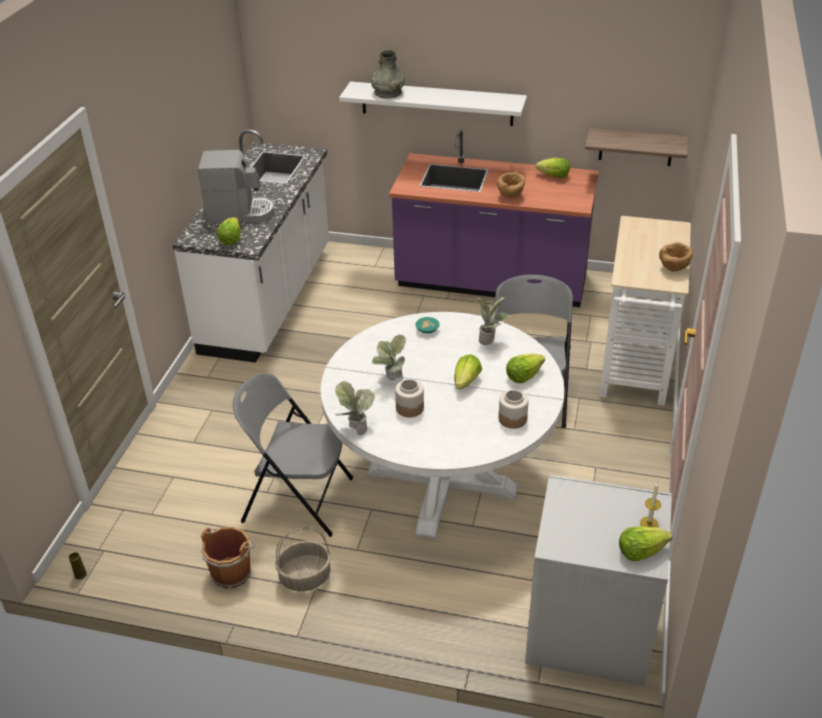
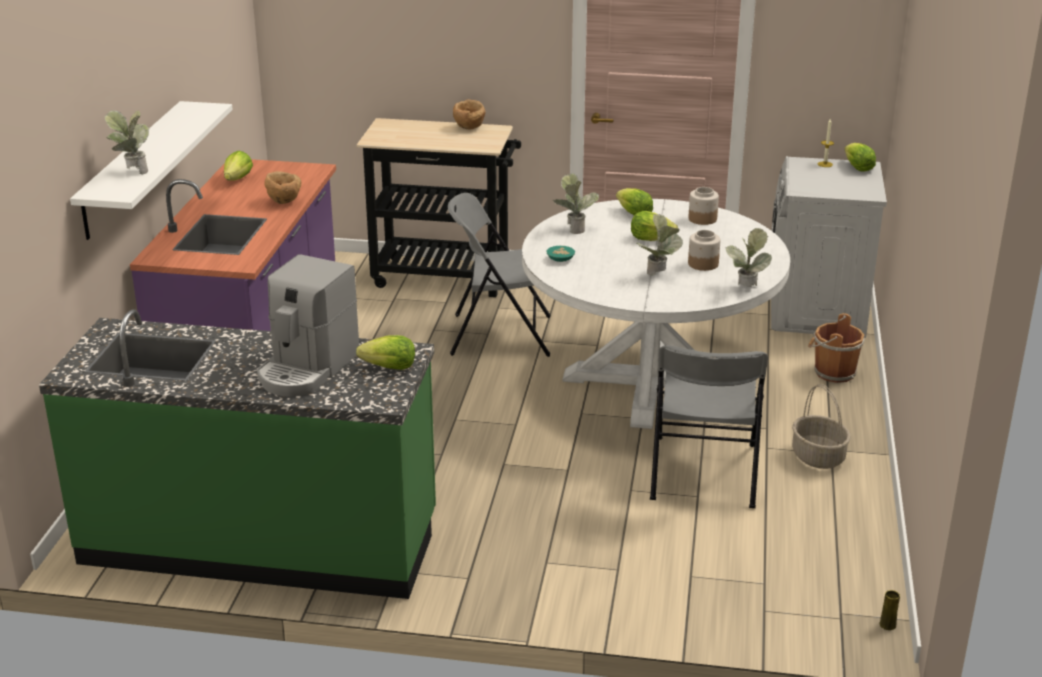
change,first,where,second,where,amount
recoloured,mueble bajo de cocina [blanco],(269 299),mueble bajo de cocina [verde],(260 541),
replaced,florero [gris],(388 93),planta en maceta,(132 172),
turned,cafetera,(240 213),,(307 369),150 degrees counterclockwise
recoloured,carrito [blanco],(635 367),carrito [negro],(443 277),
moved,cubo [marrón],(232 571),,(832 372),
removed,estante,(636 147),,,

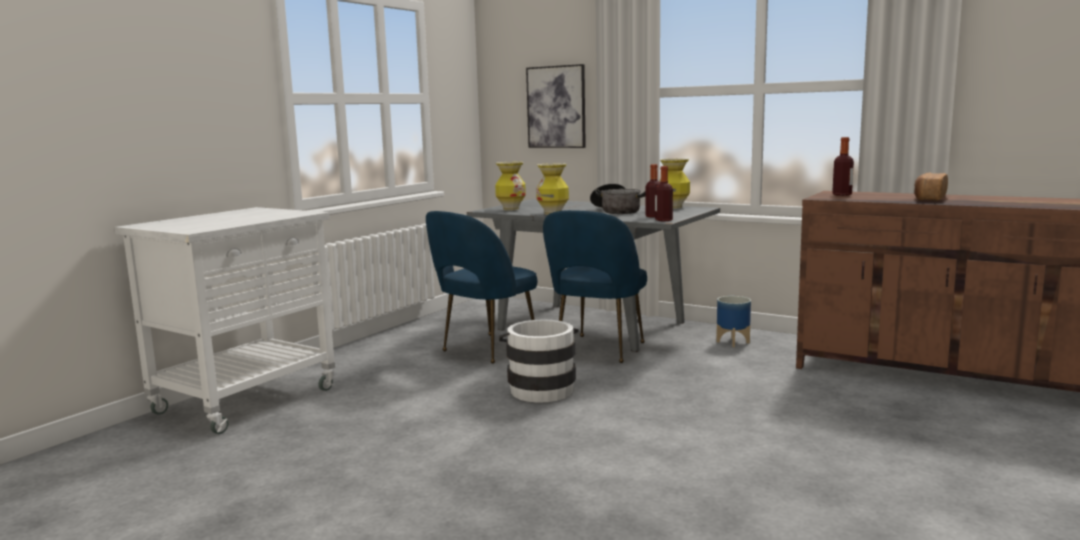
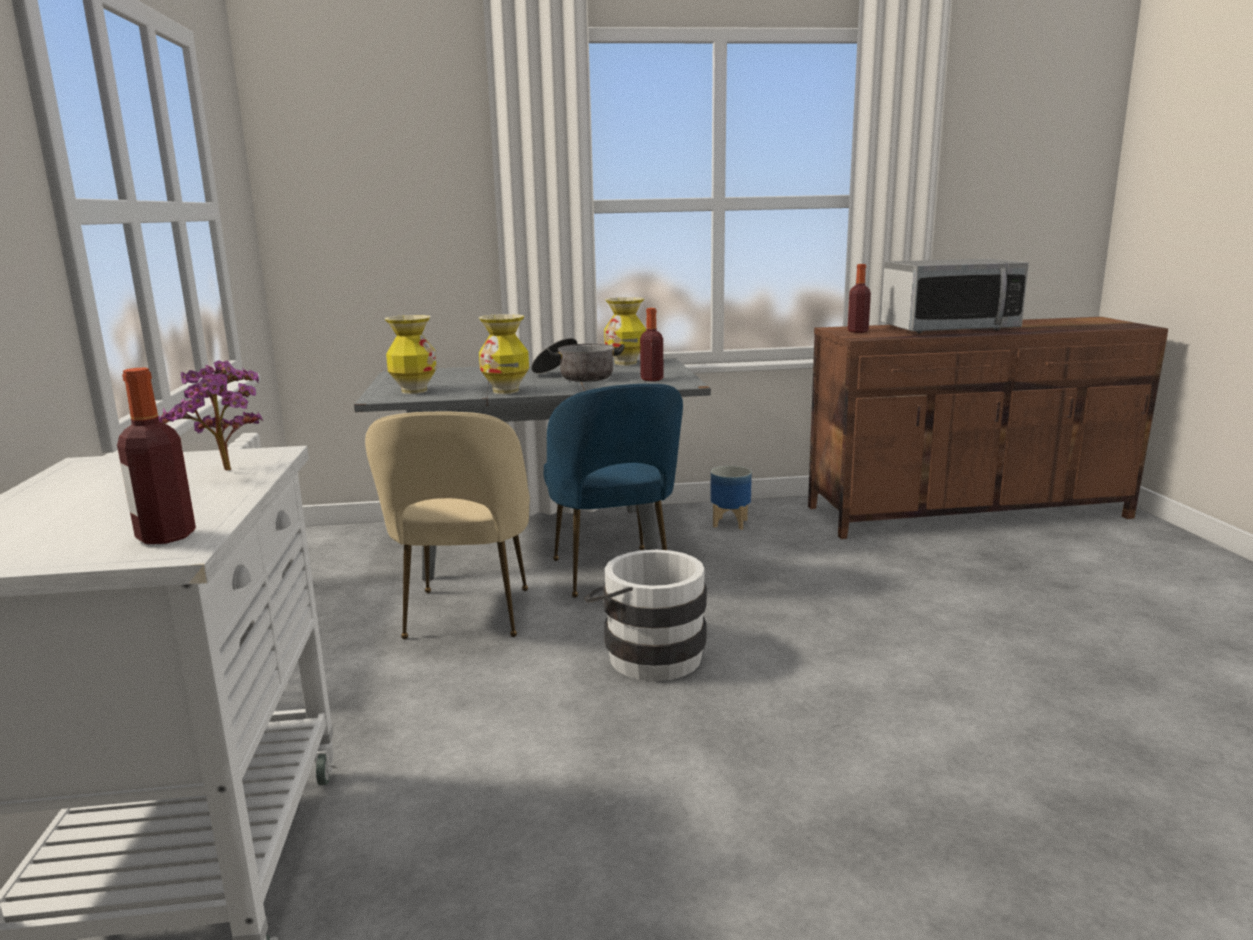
change,first,where,second,where,amount
moved,botella,(663 220),,(166 536),
added,,,planta en maceta,(228 472),
recoloured,silla [azul],(485 350),silla [beis],(465 619),
replaced,pan,(929 198),microondas,(948 329),
removed,cuadro,(556 107),,,

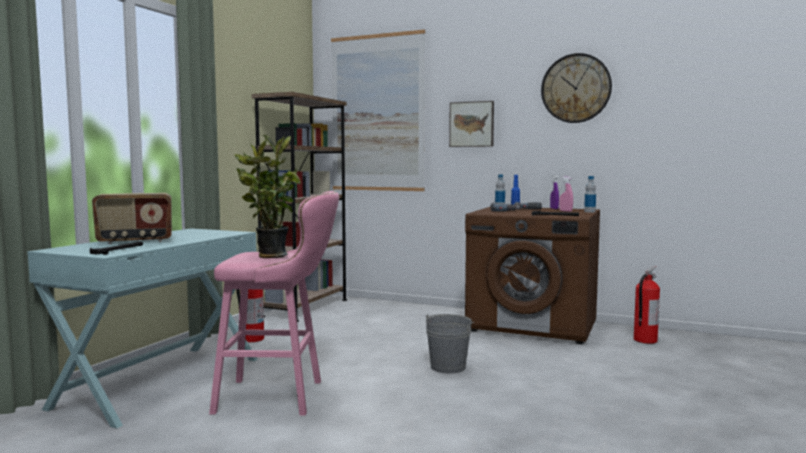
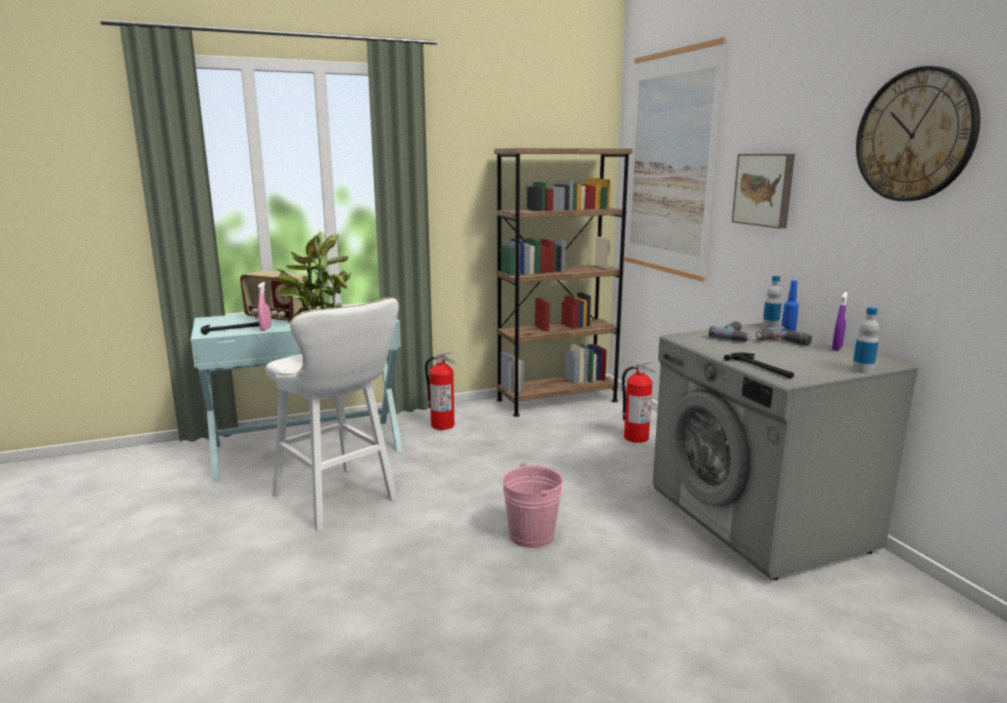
change,first,where,second,where,amount
moved,pulverizador [rosa],(565 211),,(266 329),
recoloured,taburete [rosa],(283 397),taburete [blanco],(341 502),
recoloured,cubo [gris],(448 367),cubo [rosa],(531 535),
moved,extintor,(644 340),,(635 438),
recoloured,lavadora [marrón],(533 328),lavadora [gris],(757 523),

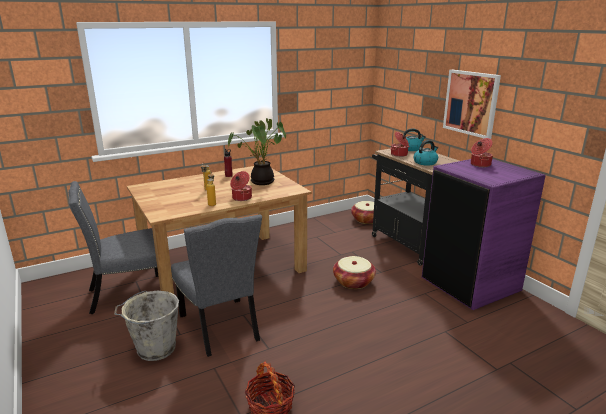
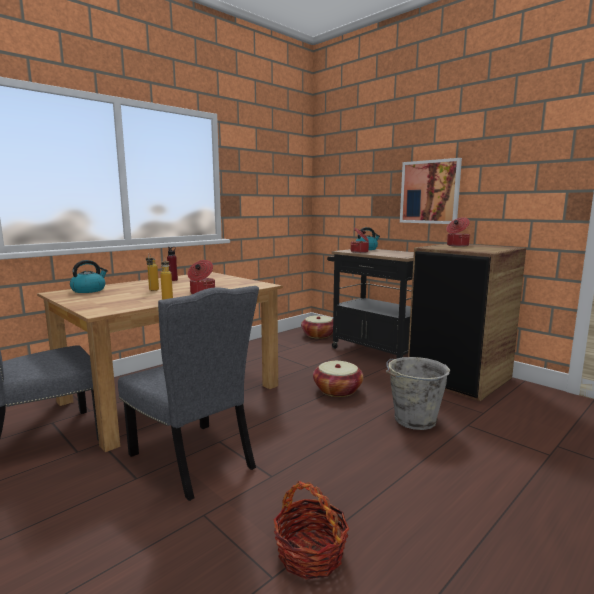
change,first,where,second,where,amount
moved,hervidor,(425 162),,(89 290),
moved,cubo [gris],(154 349),,(413 420),
recoloured,armario [morado],(470 284),armario [marrón],(459 378),
removed,planta en maceta,(260 182),,,

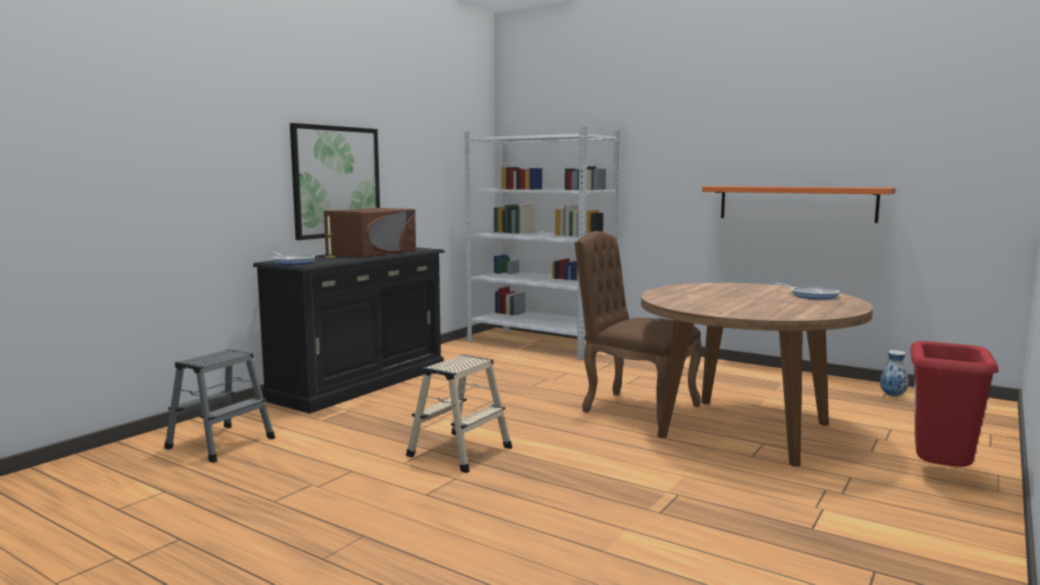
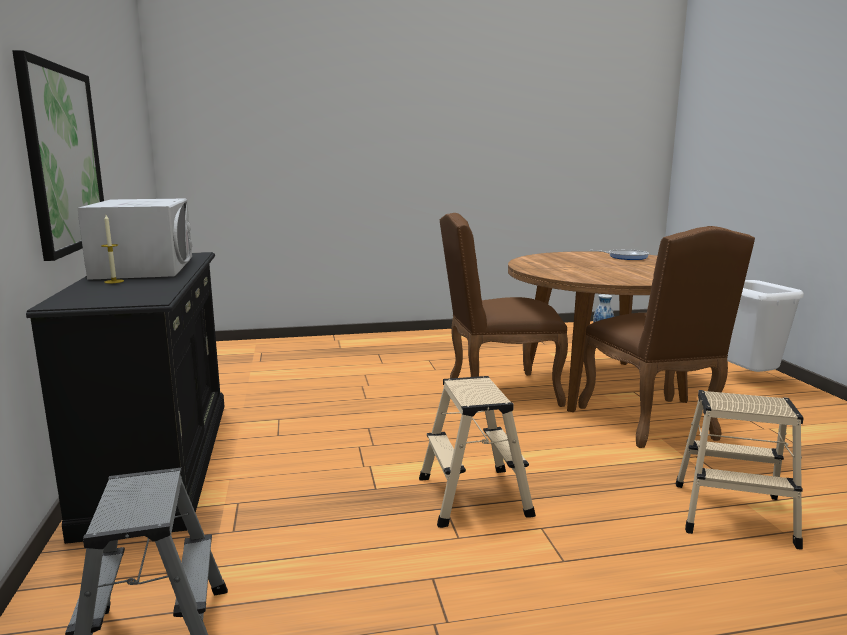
change,first,where,second,where,amount
recoloured,microondas [marrón],(372 252),microondas [blanco],(144 267),
added,,,silla [marrón],(652 423),
added,,,escalera de tijera [beis],(732 513),
recoloured,papelera [rojo],(940 476),papelera [blanco],(748 380),
removed,sartén,(293 262),,,
removed,estantería [blanco],(540 343),,,
removed,estante [naranja],(796 203),,,

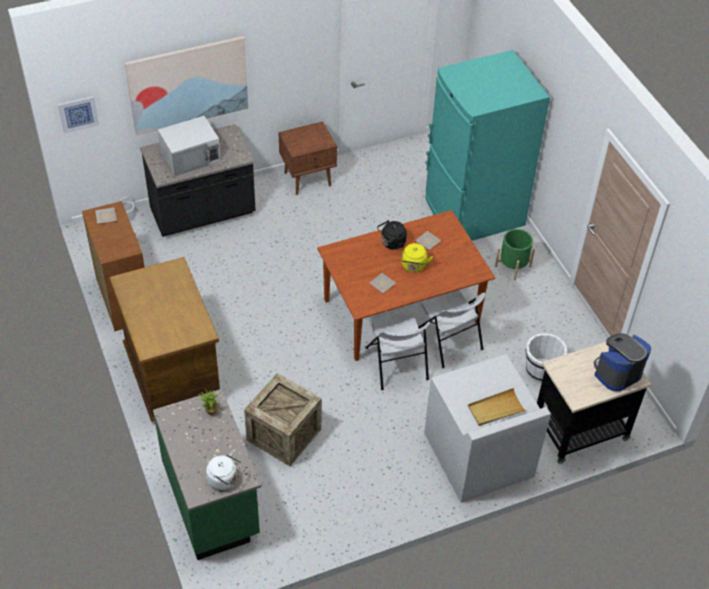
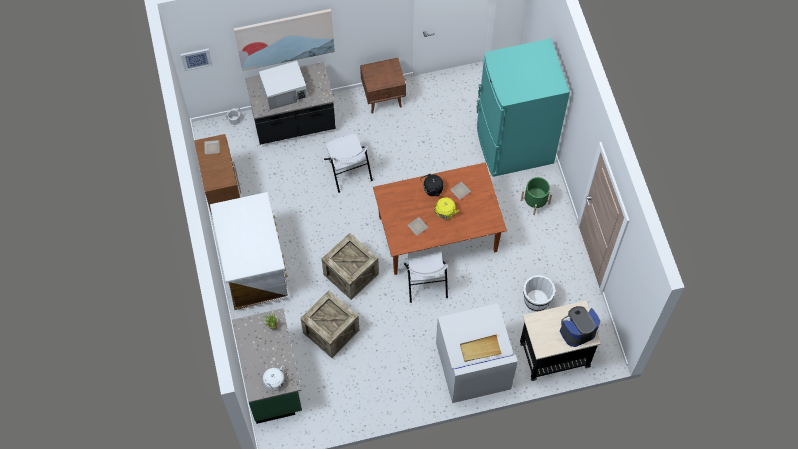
change,first,where,second,where,amount
recoloured,cómoda [marrón],(172 372),cómoda [blanco],(254 268),
added,,,caja de embalaje,(351 274),
moved,silla [blanco],(447 340),,(348 170),

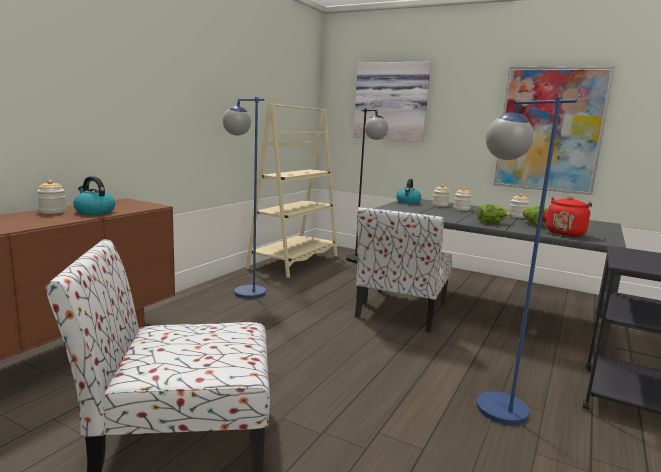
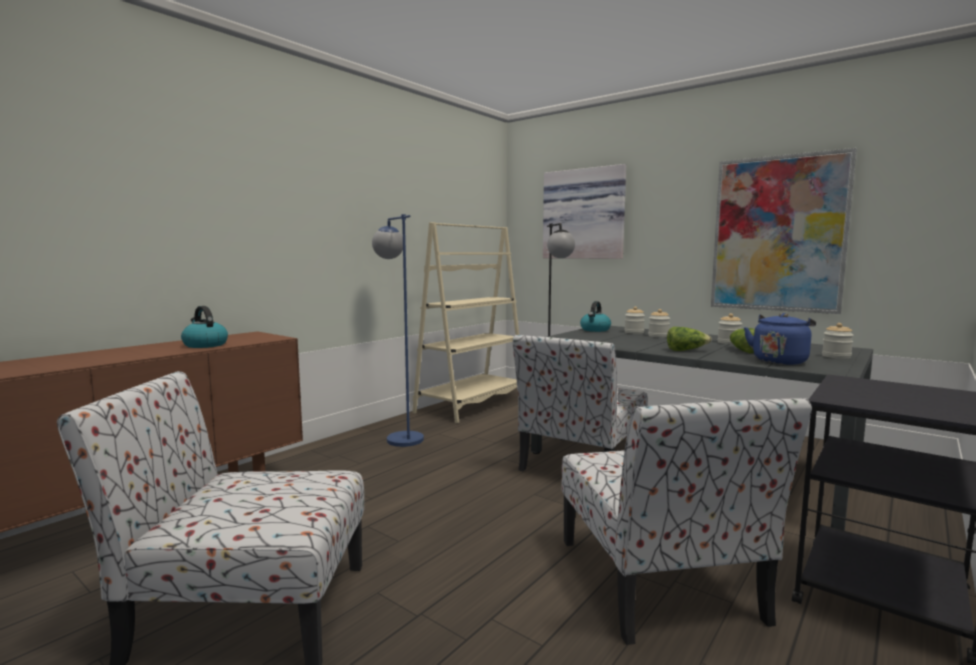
change,first,where,second,where,amount
replaced,lámpara de pie [azul],(490 399),silla,(659 582),
recoloured,hervidor [rojo],(564 233),hervidor [azul],(780 361),
moved,tarro,(52 211),,(836 356),

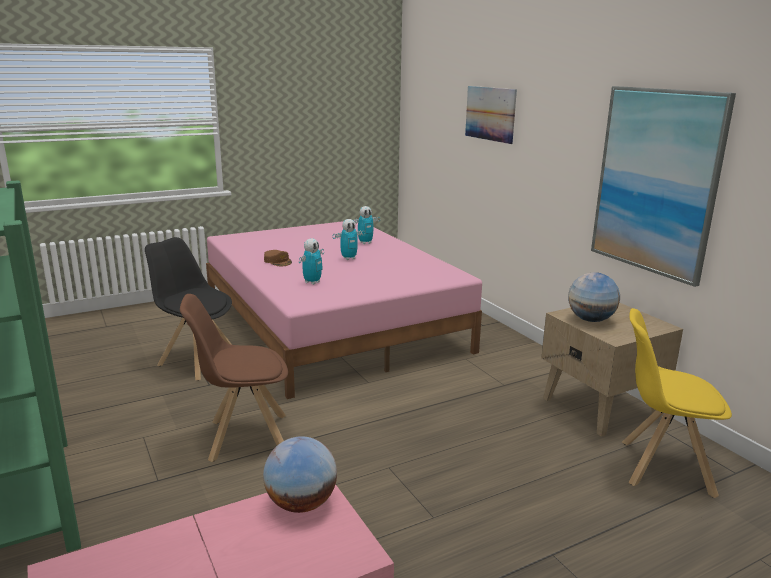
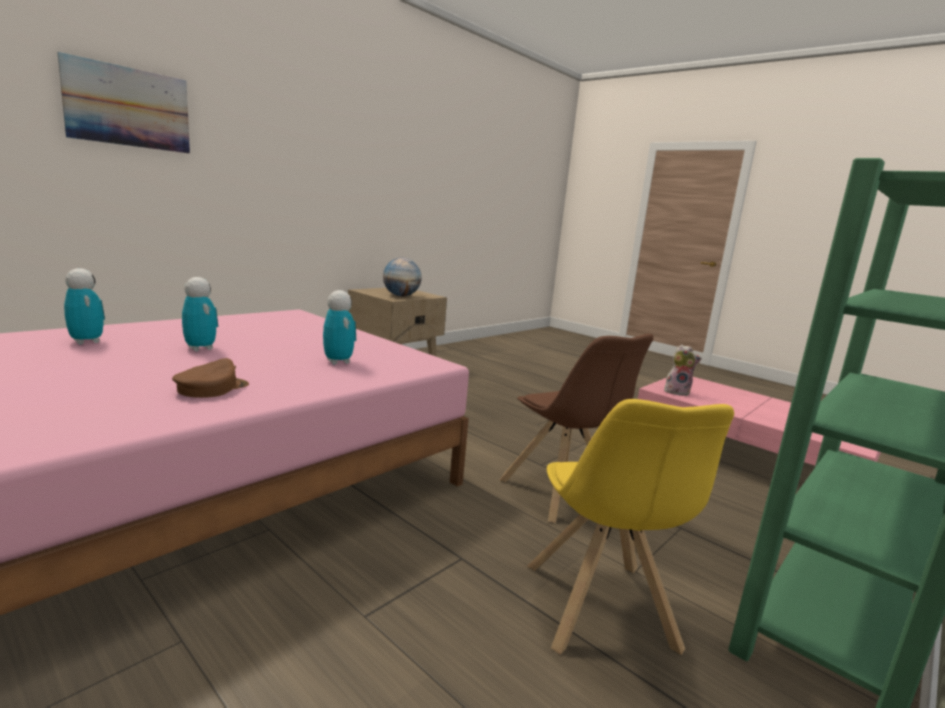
change,first,where,second,where,amount
turned,robot de juguete,(312 282),,(338 362),45 degrees clockwise
moved,silla [amarillo],(661 467),,(601 611),
replaced,globo terráqueo,(301 503),peluche,(677 392),
removed,silla [negro],(197 361),,,
removed,cuadro,(656 182),,,

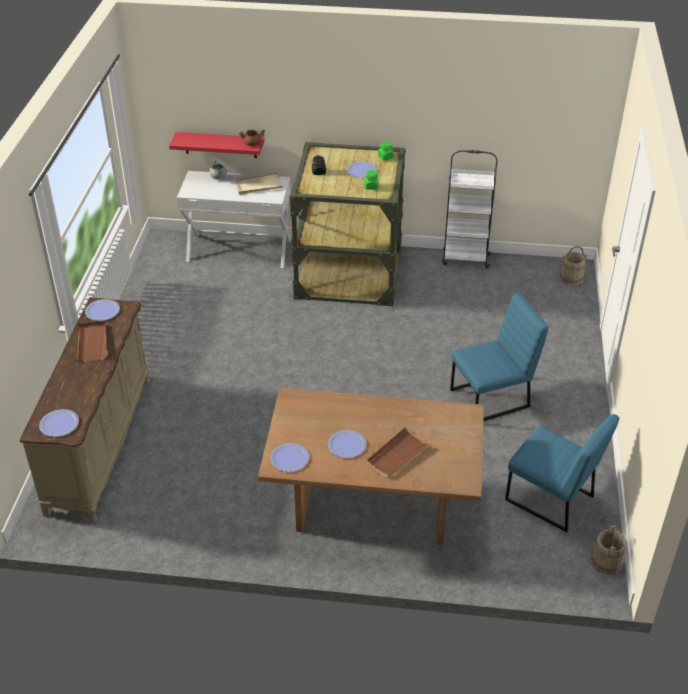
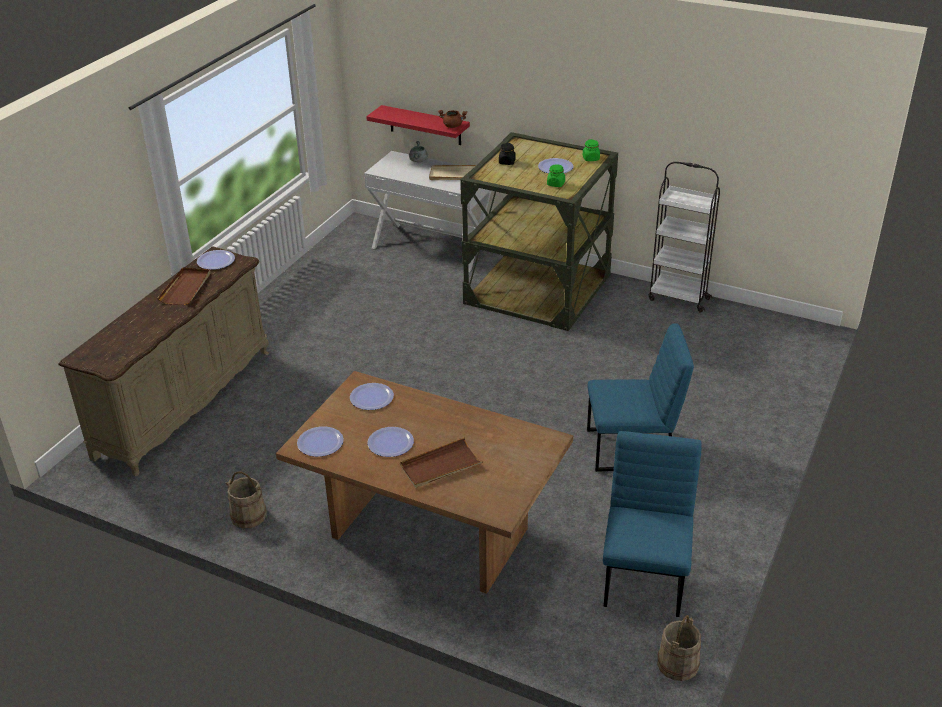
change,first,where,second,where,amount
moved,cubo [beis],(571 278),,(248 515),
moved,plato,(59 424),,(371 397),
turned,silla [azul],(551 499),,(645 576),135 degrees counterclockwise

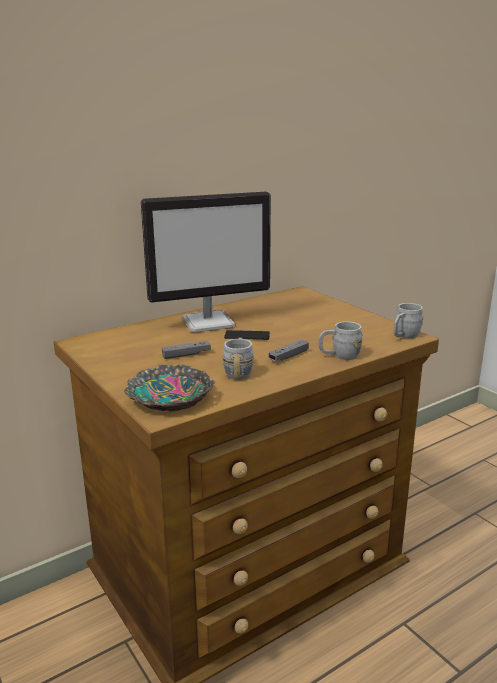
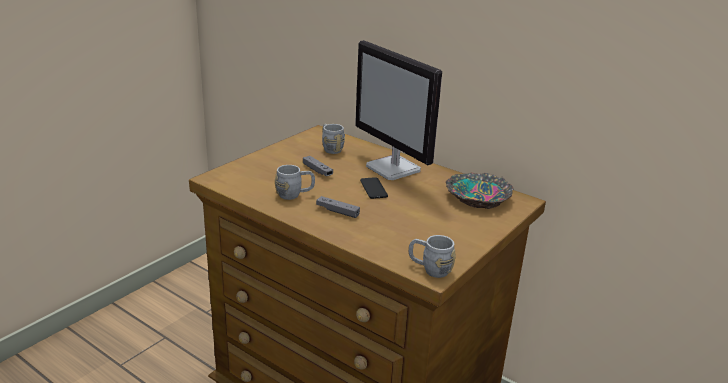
change,first,where,second,where,amount
moved,taza grande [gris],(339 356),,(330 148),
moved,cuenco,(169 397),,(477 196),

